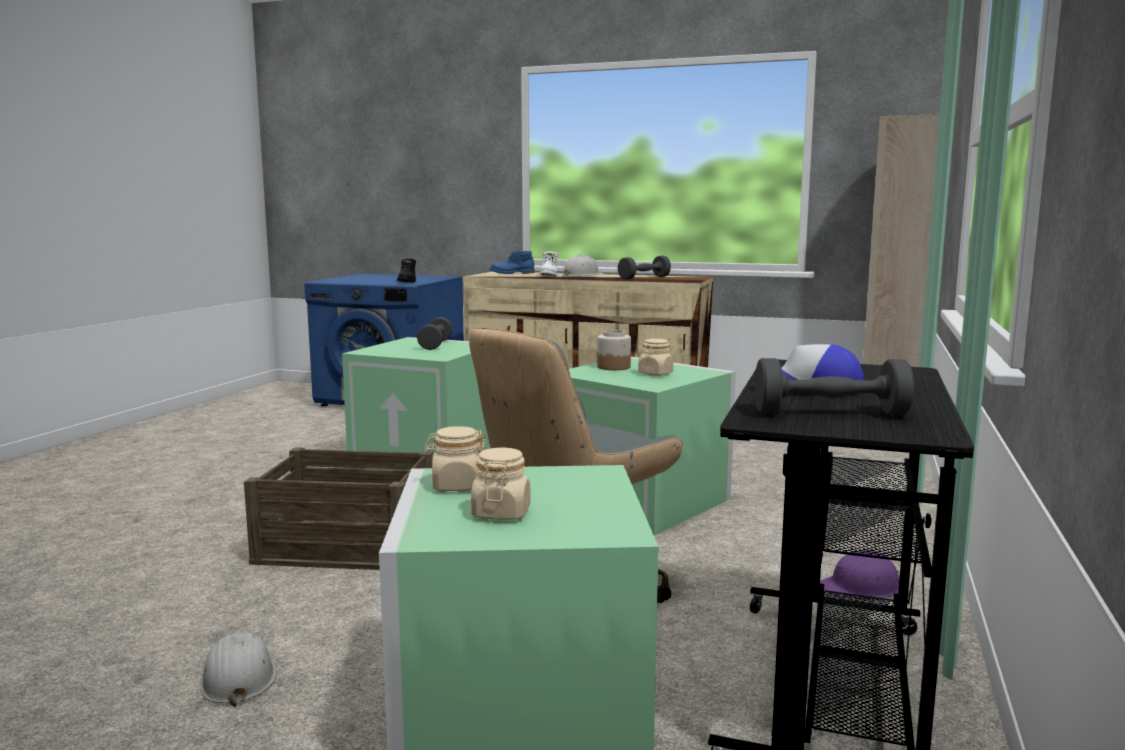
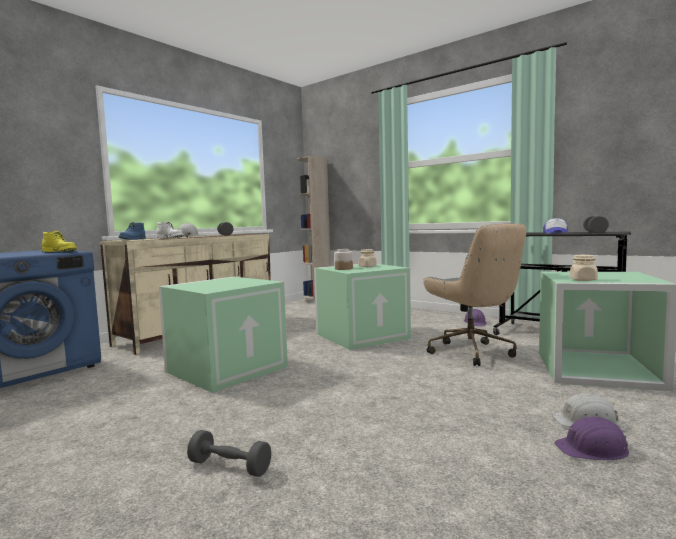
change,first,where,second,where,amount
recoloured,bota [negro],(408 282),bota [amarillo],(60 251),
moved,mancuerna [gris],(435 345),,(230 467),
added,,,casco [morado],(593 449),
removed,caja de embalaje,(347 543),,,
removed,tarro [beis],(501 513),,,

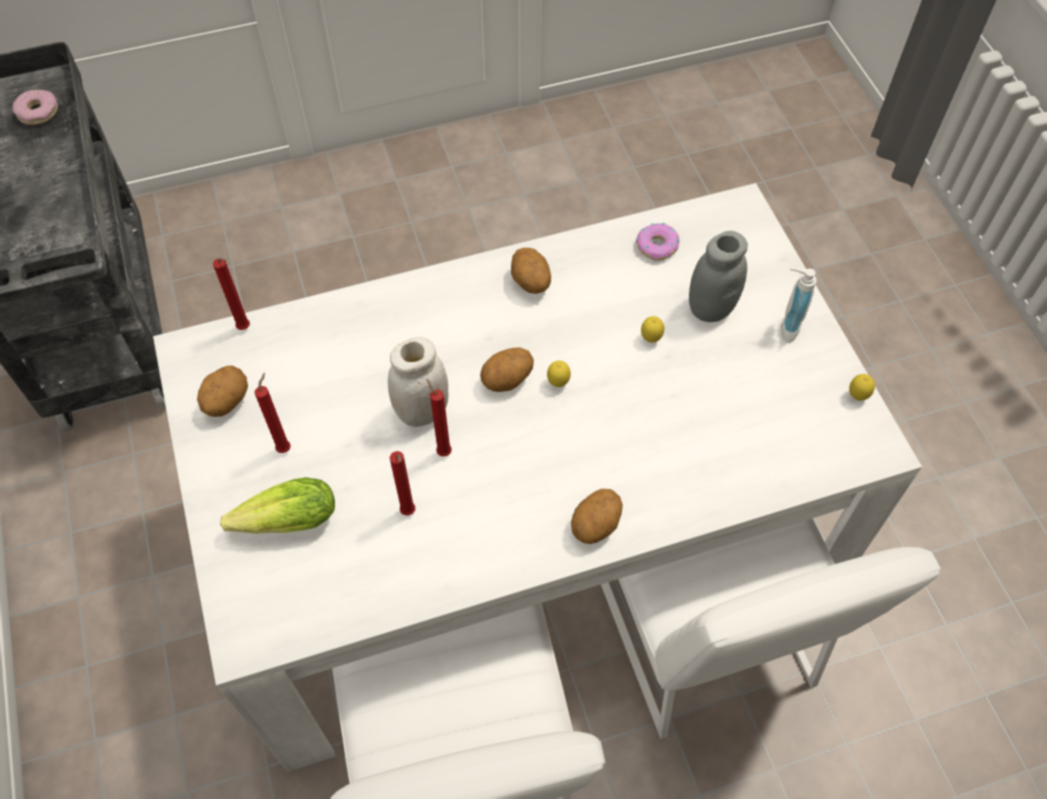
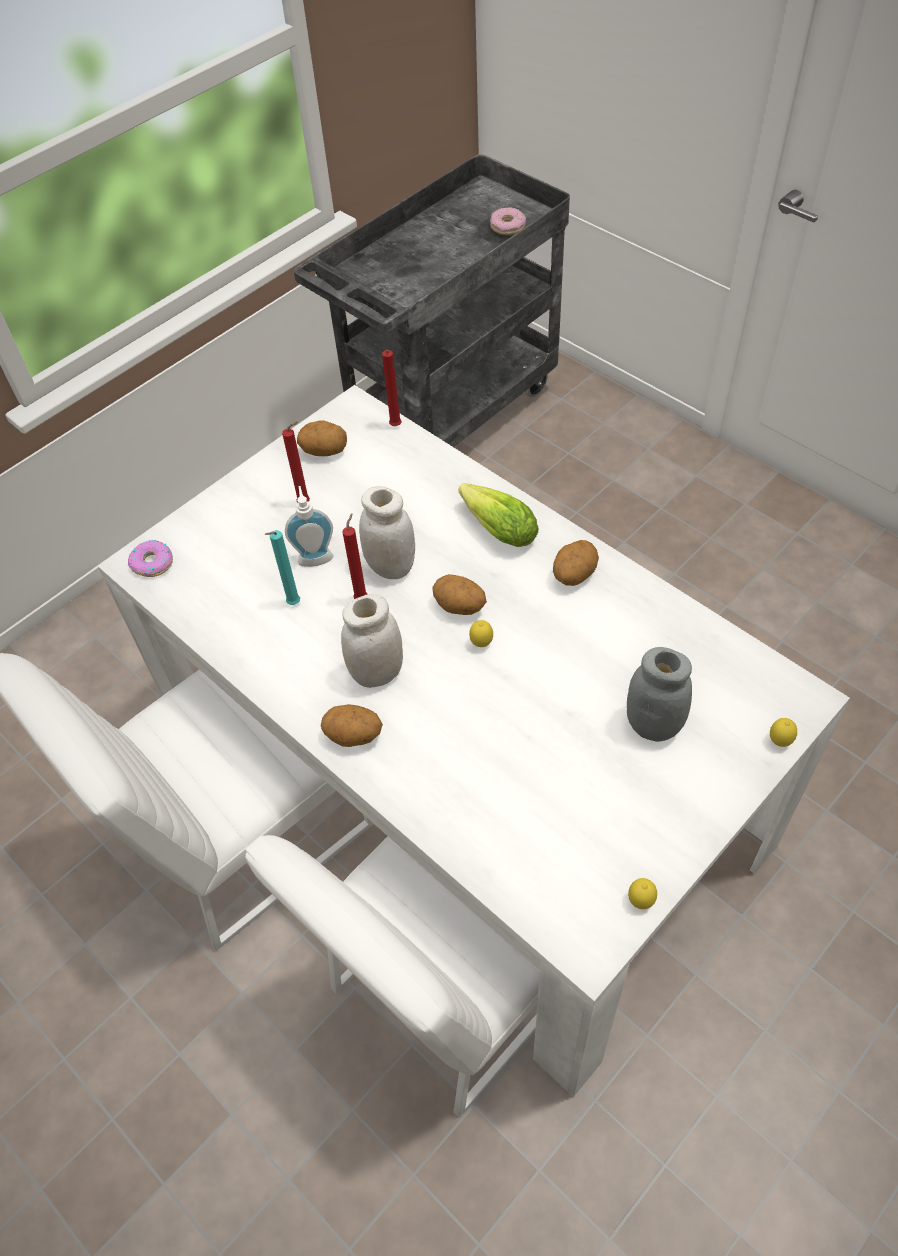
change,first,where,second,where,amount
moved,rosquilla,(657 246),,(152 563),
recoloured,vela [rojo],(408 513),vela [turquesa],(292 604),
moved,dispensador de jabón,(785 327),,(315 556),
added,,,tarro [blanco],(377 673),
moved,lechuga,(282 522),,(495 527),
moved,limón,(650 339),,(779 741),

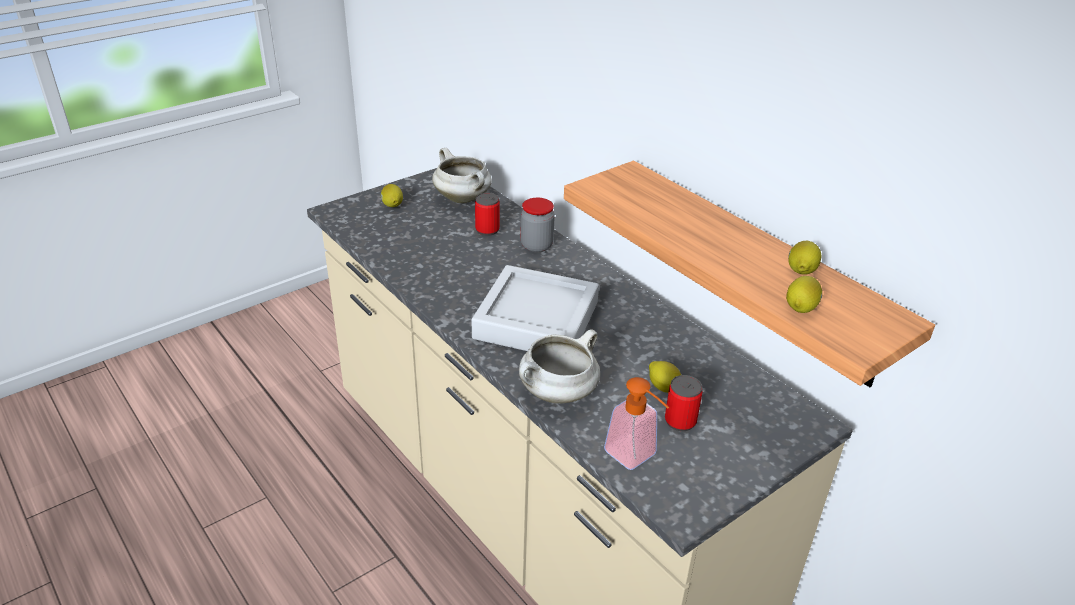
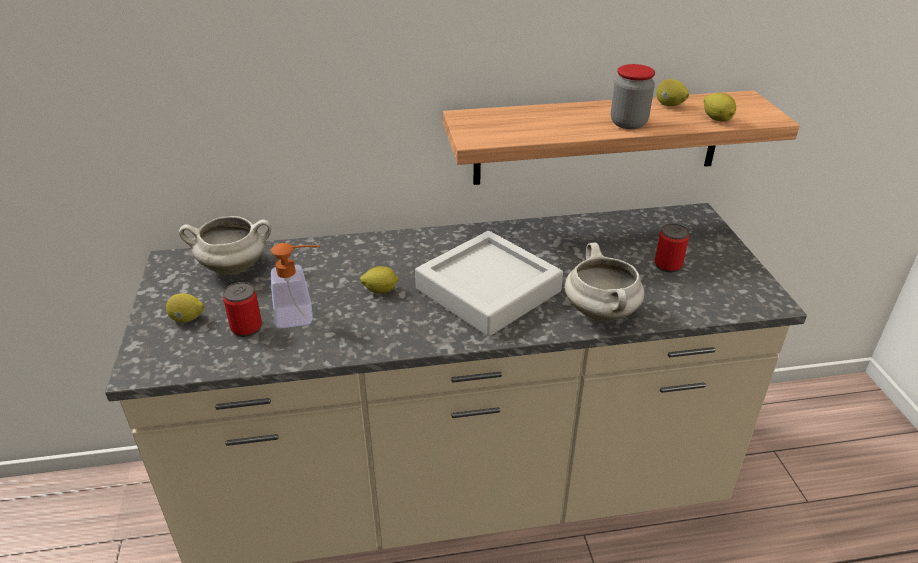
change,first,where,second,where,amount
moved,lata,(487 230),,(246 328),
moved,dispensador de jabón,(636 458),,(302 316),
moved,limón,(663 387),,(380 291),
moved,tarro,(536 245),,(628 123),

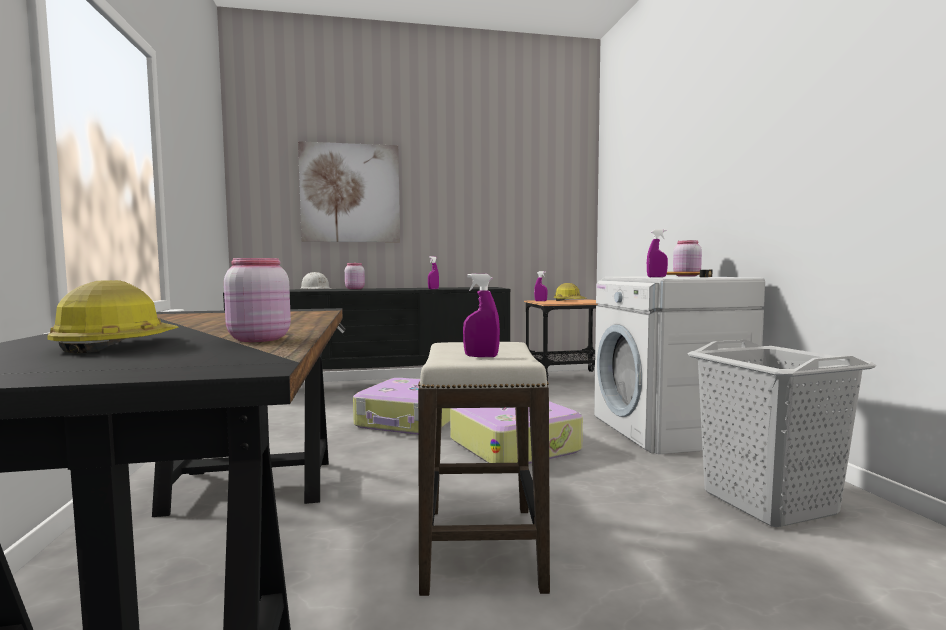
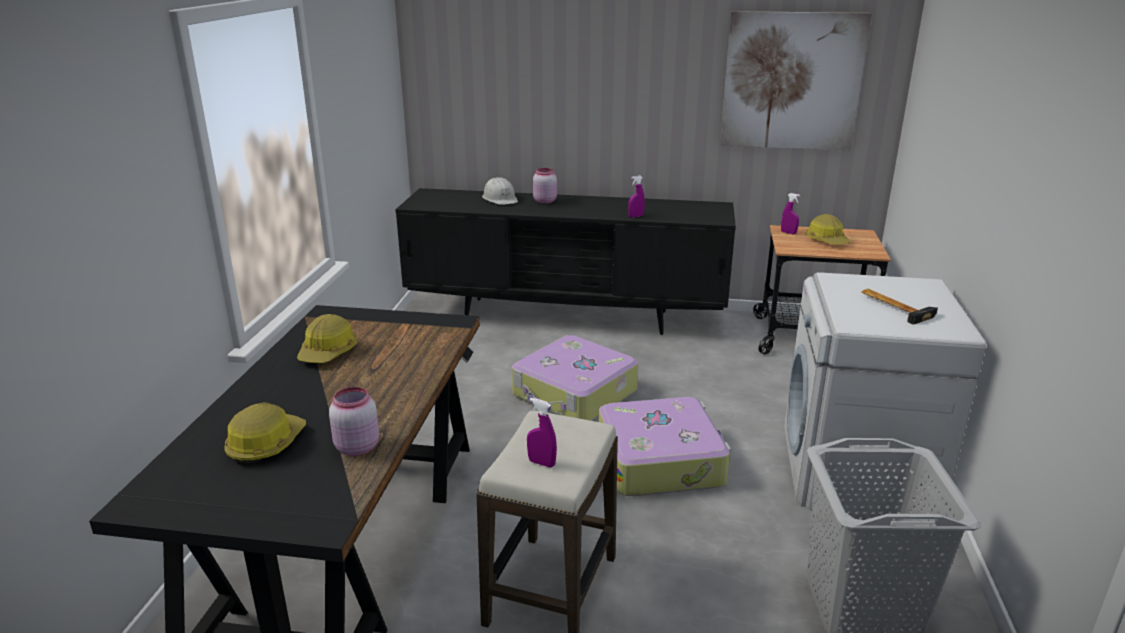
change,first,where,second,where,amount
added,,,casco,(328 352),
moved,cuadro,(350 193),,(791 81),
removed,pulverizador [morado],(656 277),,,
removed,tarro [rosa],(686 276),,,

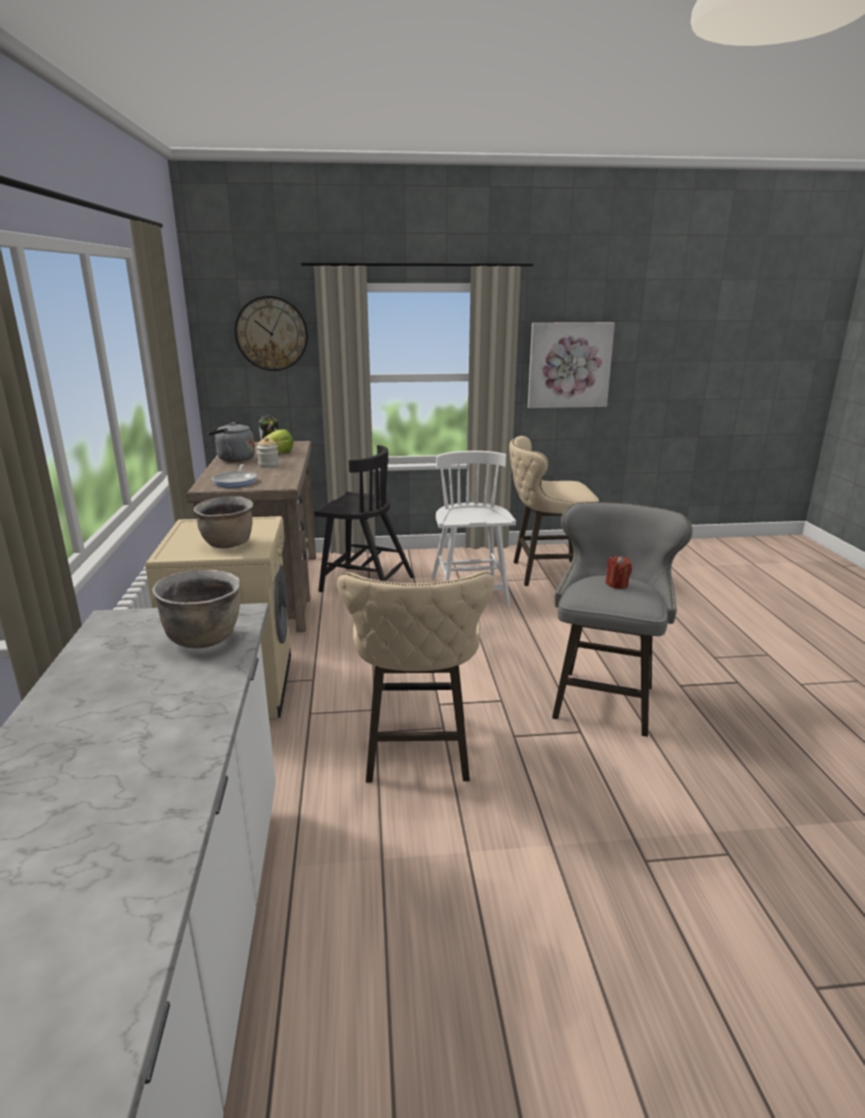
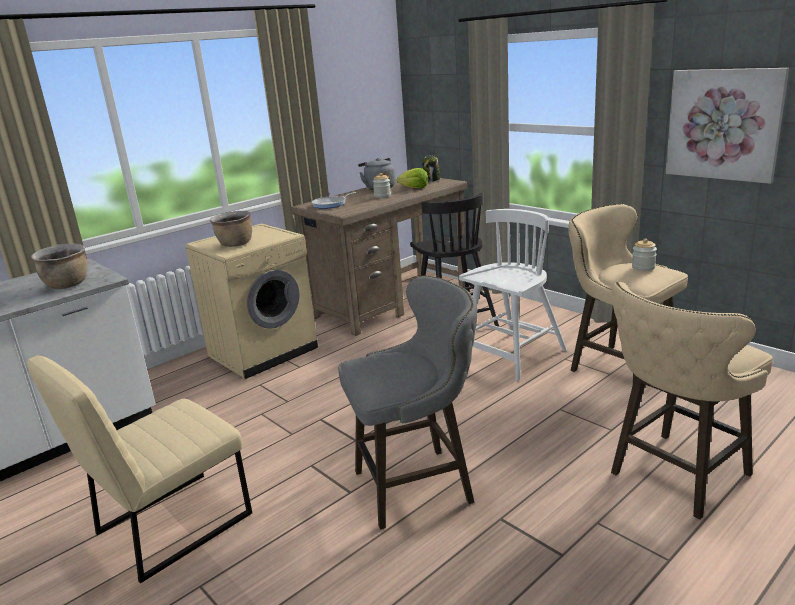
change,first,where,second,where,amount
added,,,silla [beis],(169 525),
moved,taburete [beis],(417 753),,(676 476),
added,,,tarro,(643 267),
removed,reloj de pared,(271 333),,,
removed,vela [rojo],(617 584),,,

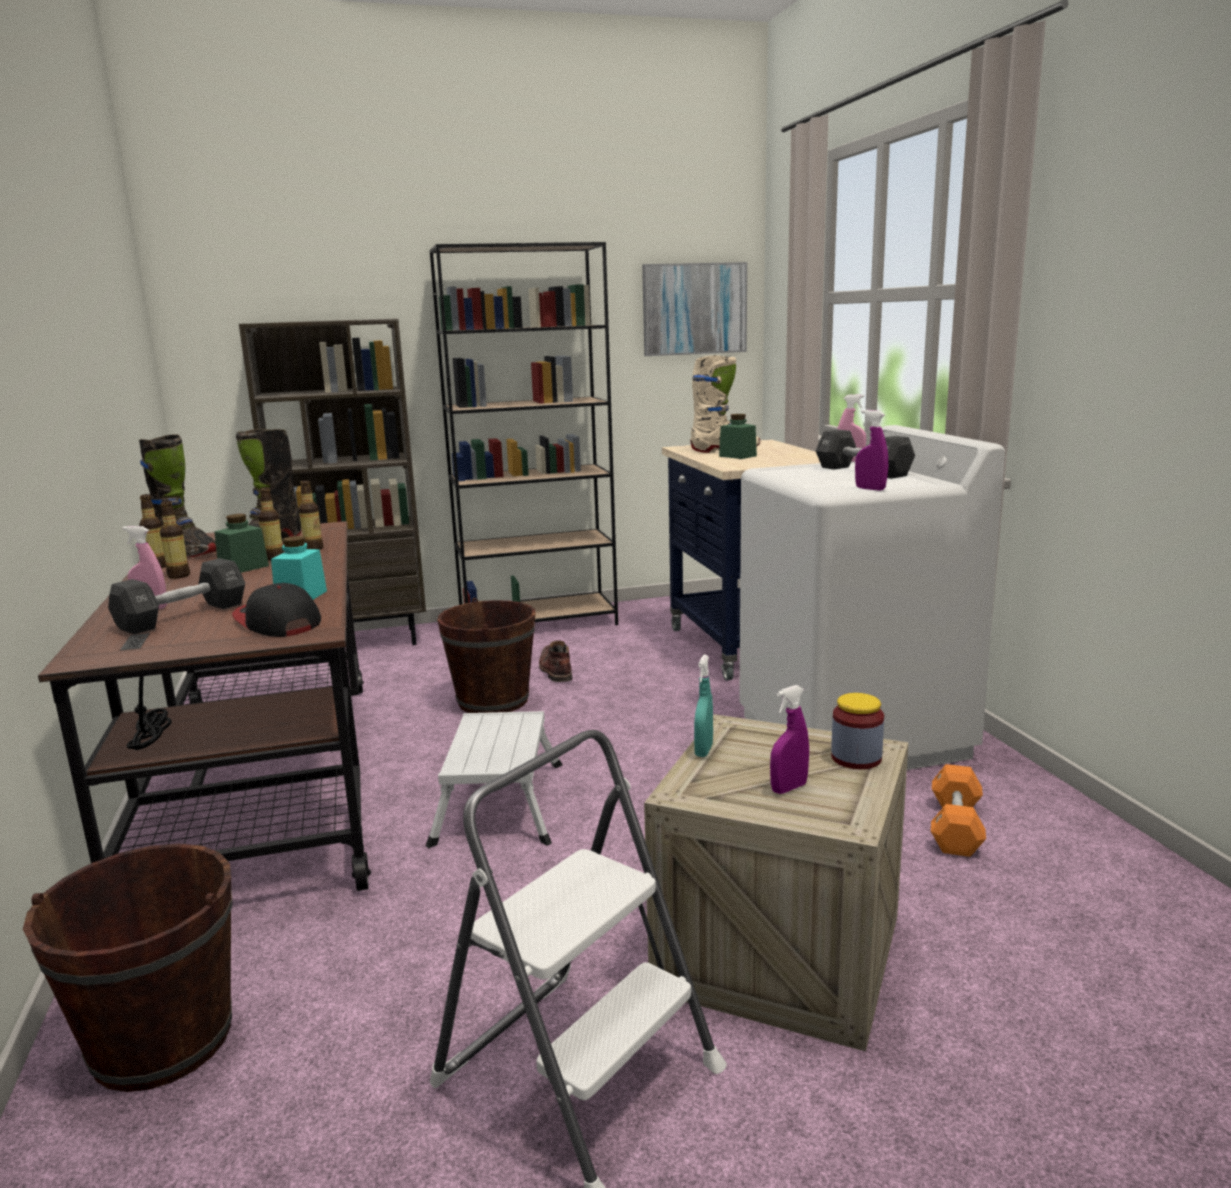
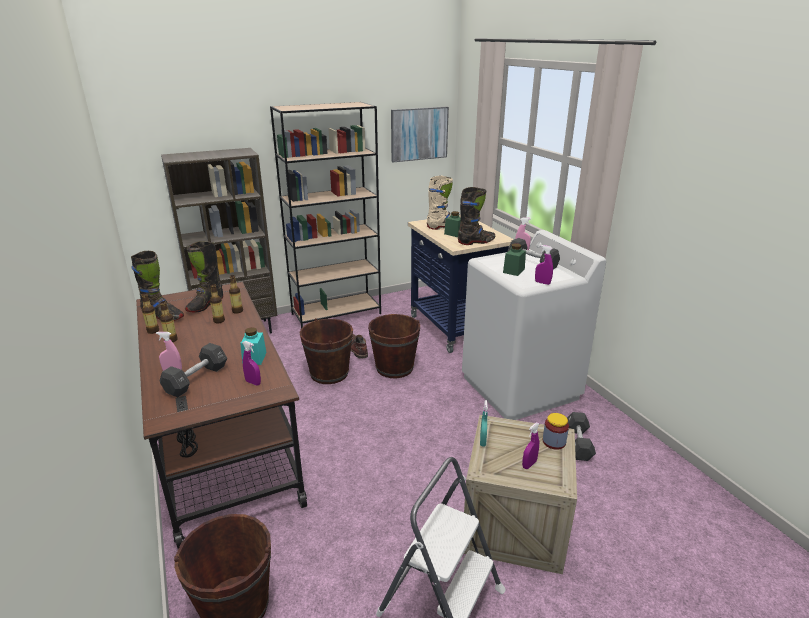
change,first,where,second,where,amount
replaced,gorra,(277 622),pulverizador [morado],(253 382),
added,,,cubo [marrón],(394 368),
added,,,bota [negro],(476 242),
moved,tarro [verde],(243 567),,(513 271),
recoloured,mancuerna [naranja],(955 827),mancuerna [negro],(578 443),
removed,escalera de tijera [blanco],(499 803),,,

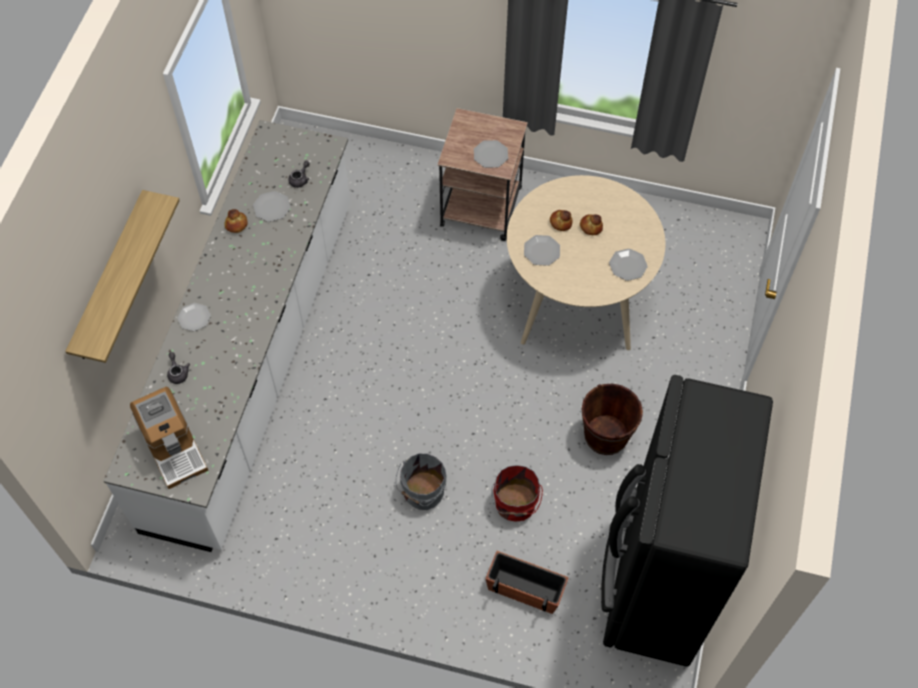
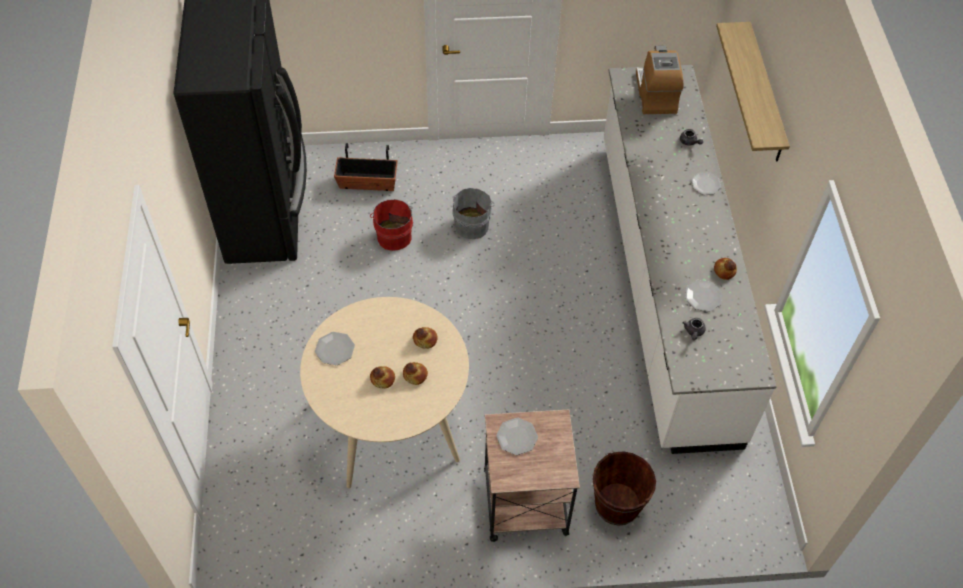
change,first,where,second,where,amount
replaced,plato,(541 251),pan,(425 340),
moved,cubo [marrón],(606 435),,(617 505),
turned,cafetera,(174 448),,(656 94),45 degrees clockwise

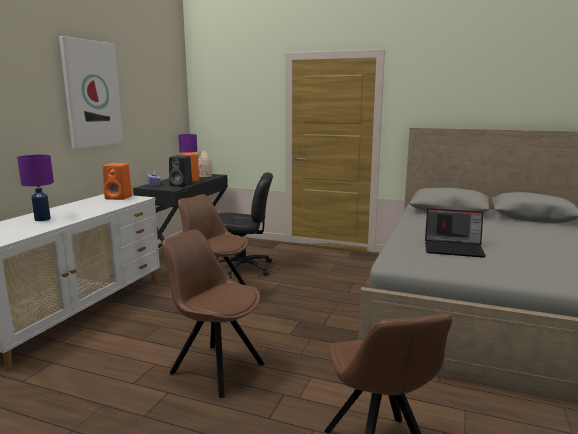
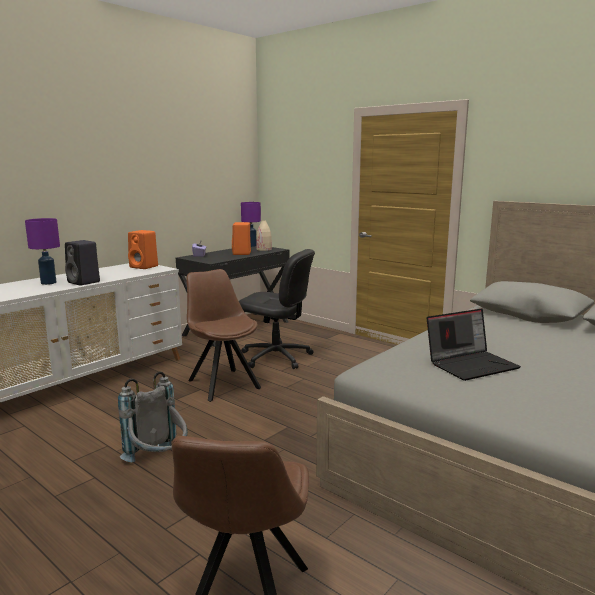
change,first,where,second,where,amount
moved,altavoz [negro],(182 185),,(84 282),
replaced,silla [marrón],(216 368),mochila [gris],(159 462),
turned,portátil,(454 248),,(471 364),60 degrees counterclockwise
removed,cuadro,(91 94),,,

